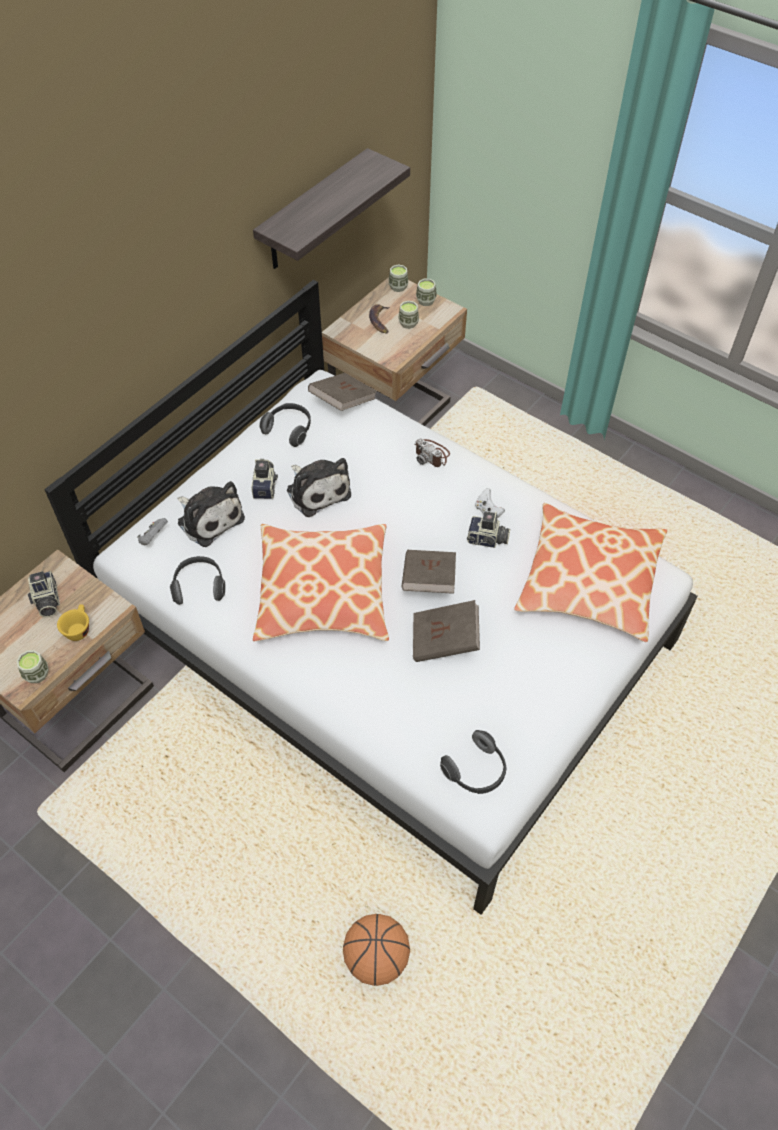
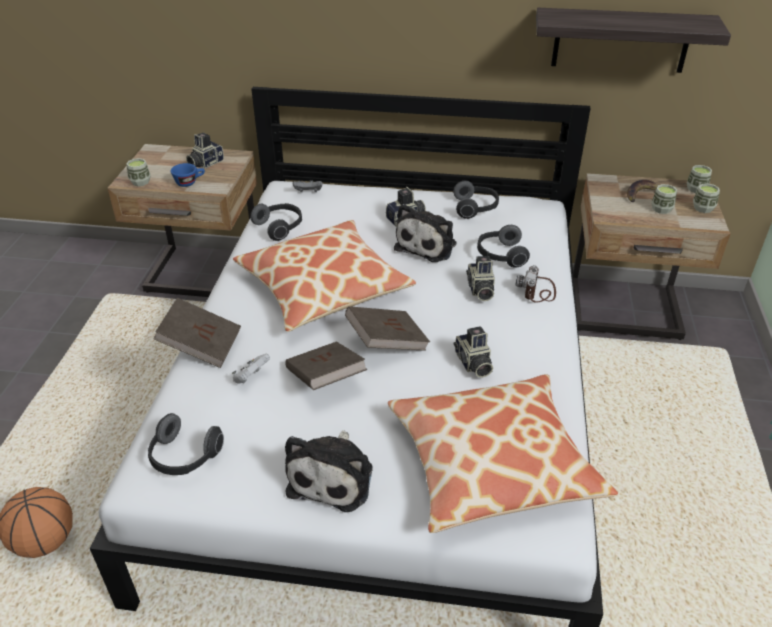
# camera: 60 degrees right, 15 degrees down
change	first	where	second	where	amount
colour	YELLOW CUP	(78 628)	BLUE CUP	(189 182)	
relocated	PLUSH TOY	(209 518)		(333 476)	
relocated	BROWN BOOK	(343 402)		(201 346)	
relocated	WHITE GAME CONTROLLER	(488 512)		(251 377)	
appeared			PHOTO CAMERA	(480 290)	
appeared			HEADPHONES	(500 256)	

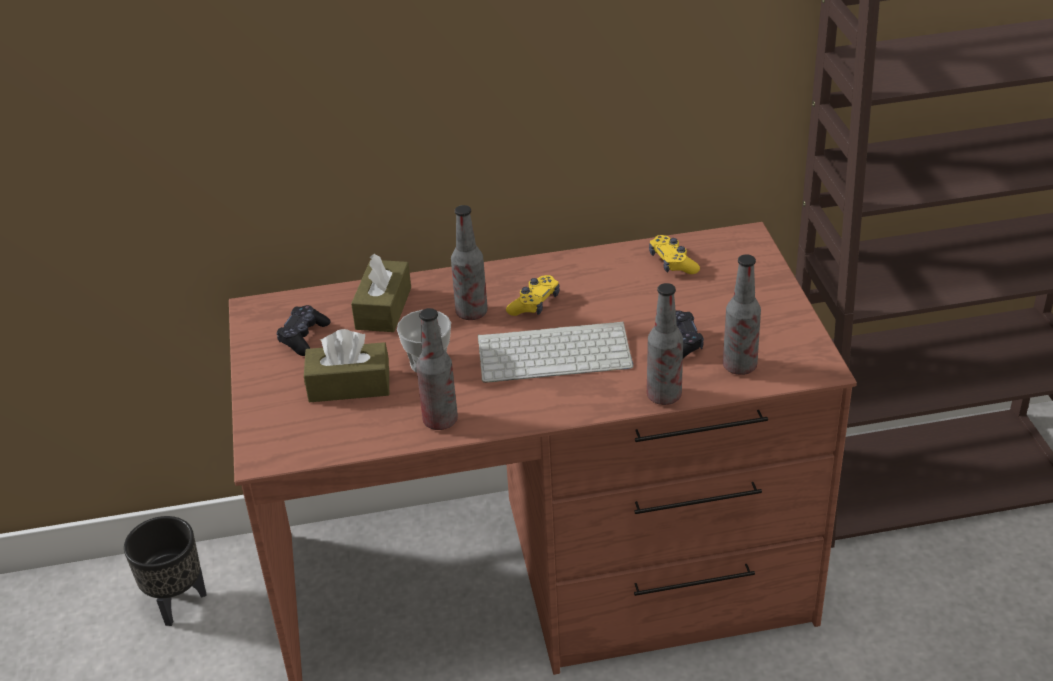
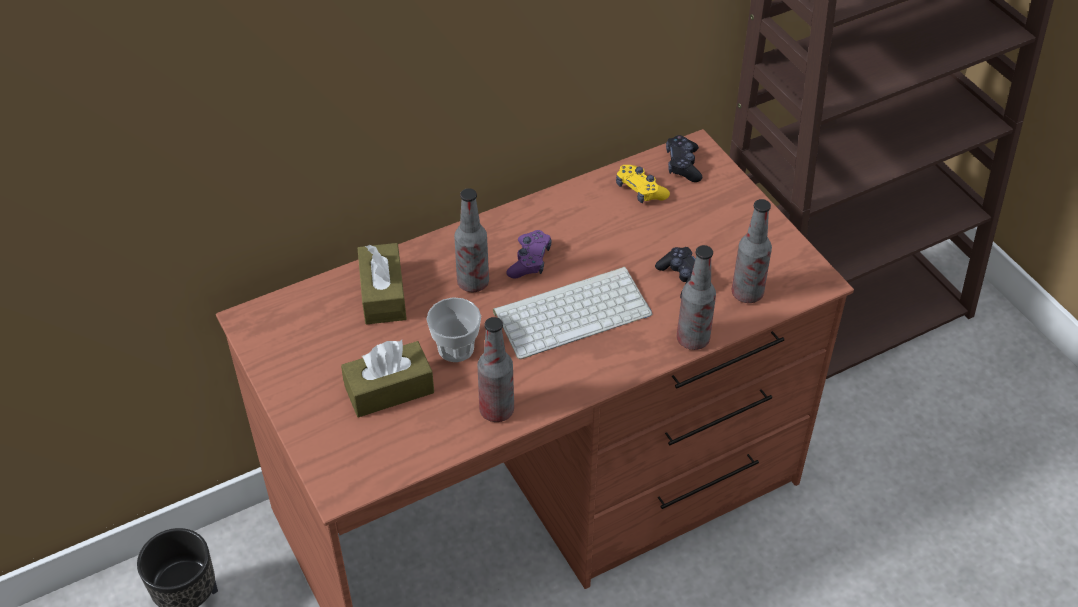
# camera: 20 degrees left, 10 degrees up
change	first	where	second	where	amount
relocated	BLACK GAME CONTROLLER	(303 337)		(683 165)	
colour	YELLOW GAME CONTROLLER	(534 304)	PURPLE GAME CONTROLLER	(529 261)	

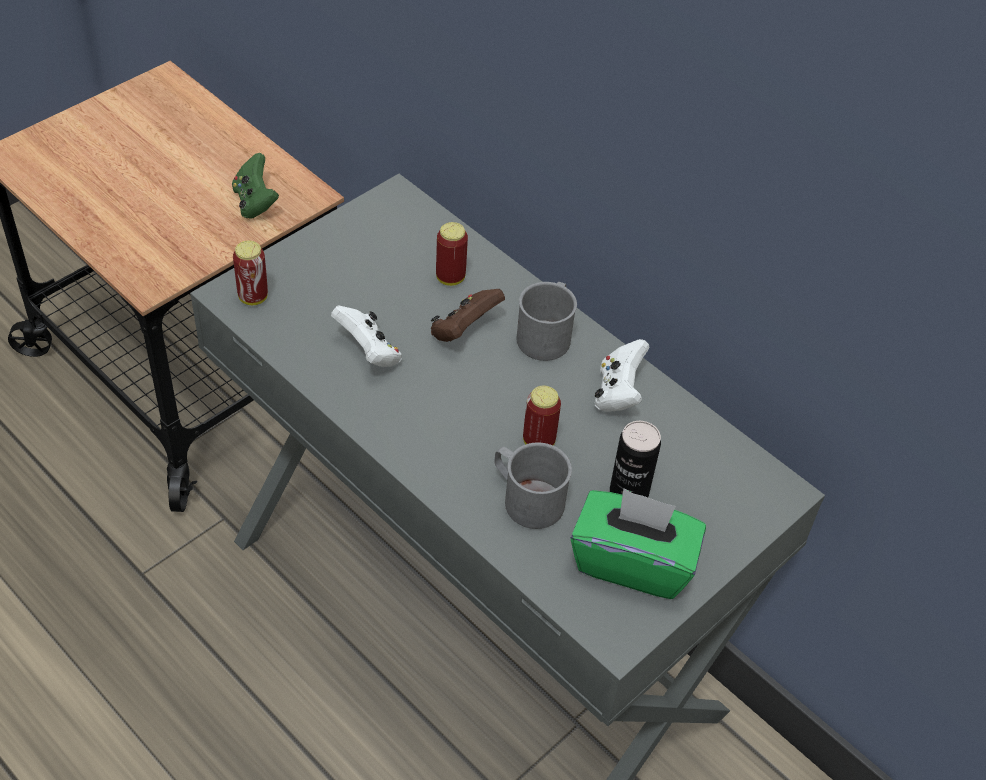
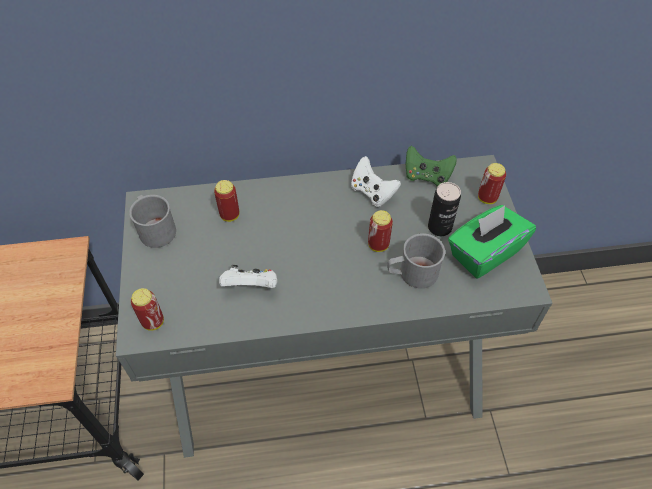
# camera: 50 degrees left, 5 degrees up
change	first	where	second	where	amount
relocated	GREEN GAME CONTROLLER	(255 202)		(427 176)	
missing	BROWN GAME CONTROLLER	(464 331)			
relocated	GREY MUG	(546 334)		(155 228)	
appeared			CAN	(487 198)	

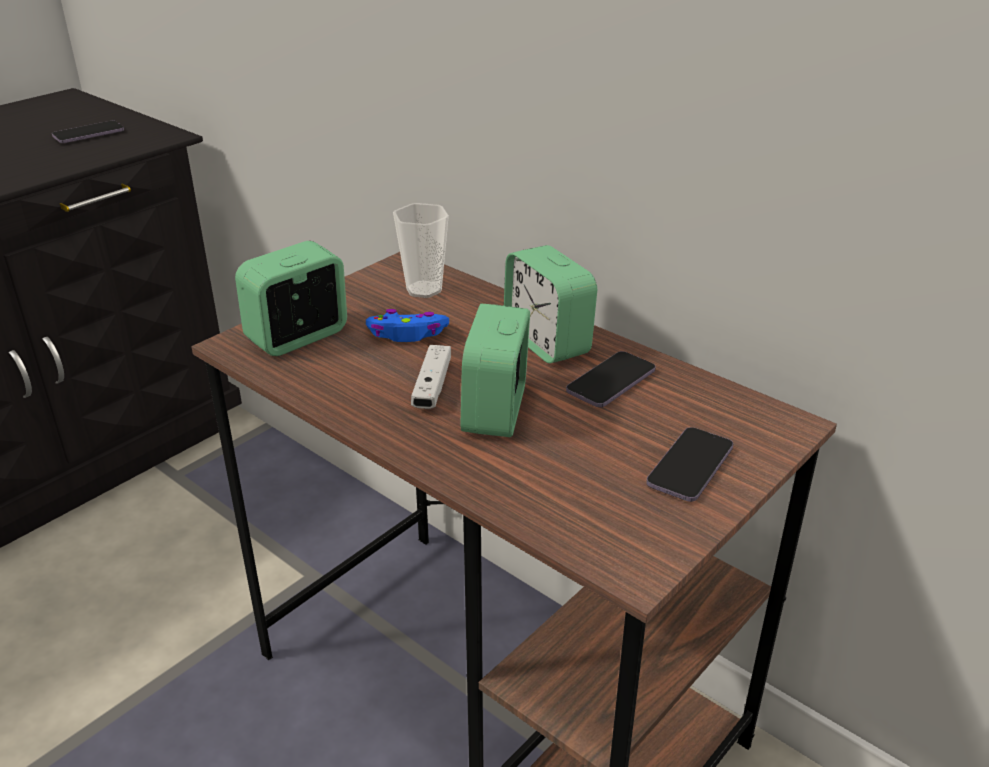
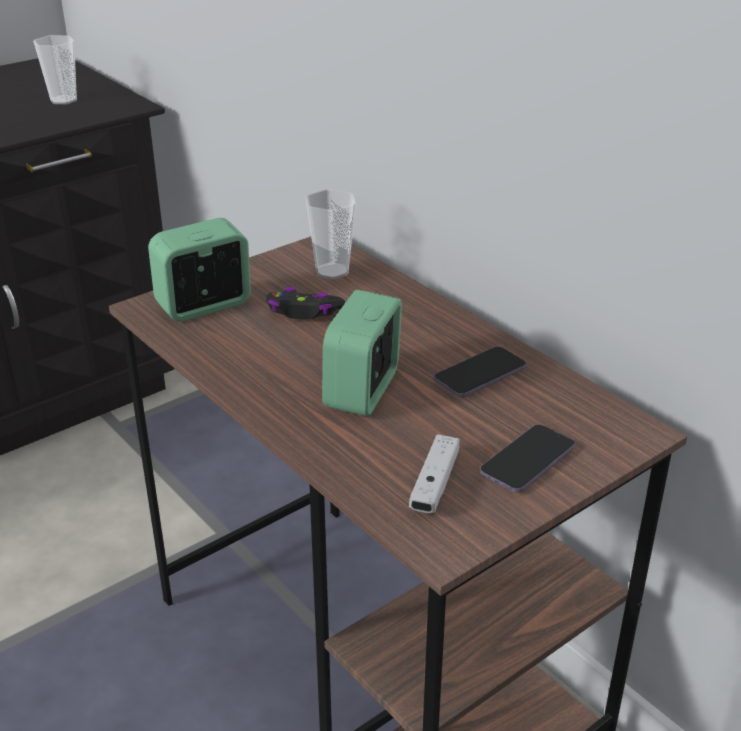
# camera: 10 degrees right, 0 degrees up
change	first	where	second	where	amount
exchanged	PHONE	(89 134)	CUP	(63 100)	
colour	BLUE GAME CONTROLLER	(407 334)	BLACK GAME CONTROLLER	(304 312)	
relocated	WHITE GAME CONTROLLER	(432 387)		(434 484)	
missing	ALARM CLOCK	(547 342)			

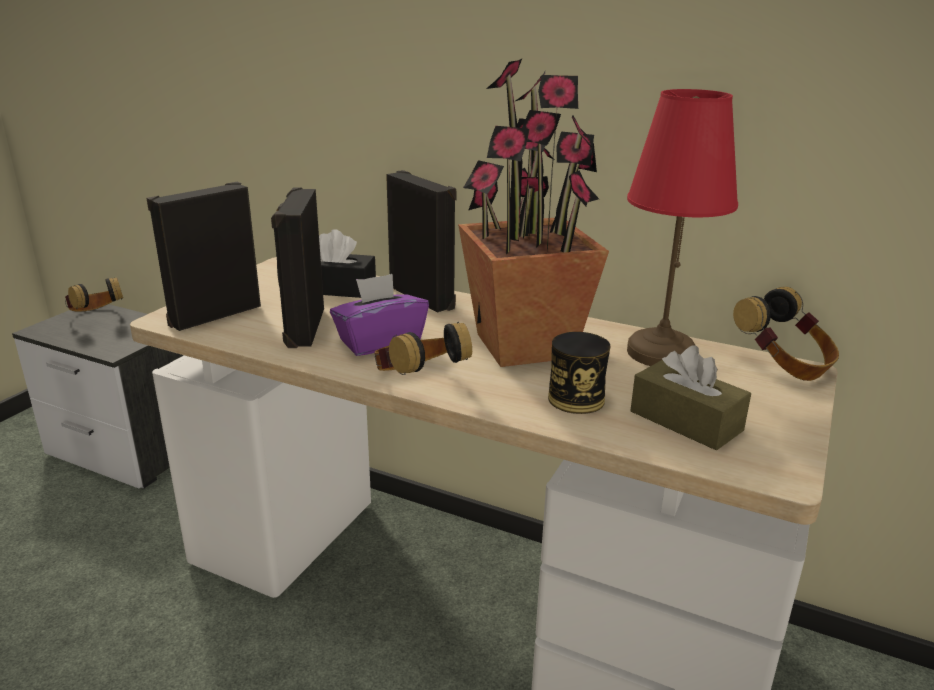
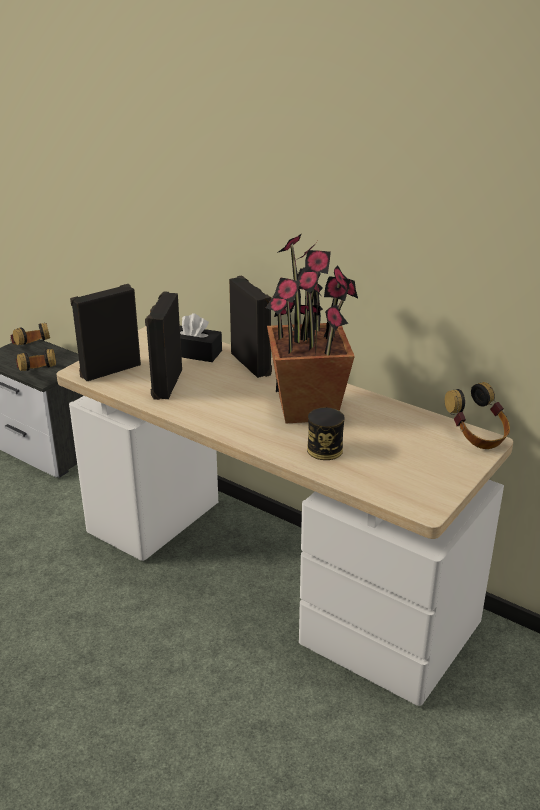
# camera: 10 degrees right, 5 degrees up
change	first	where	second	where	amount
missing	PURPLE TISSUE BOX	(380 342)			
relocated	HEADPHONES	(418 383)		(38 375)	
missing	RED TABLE LAMP	(659 352)			
missing	BROWN TISSUE BOX	(685 421)			

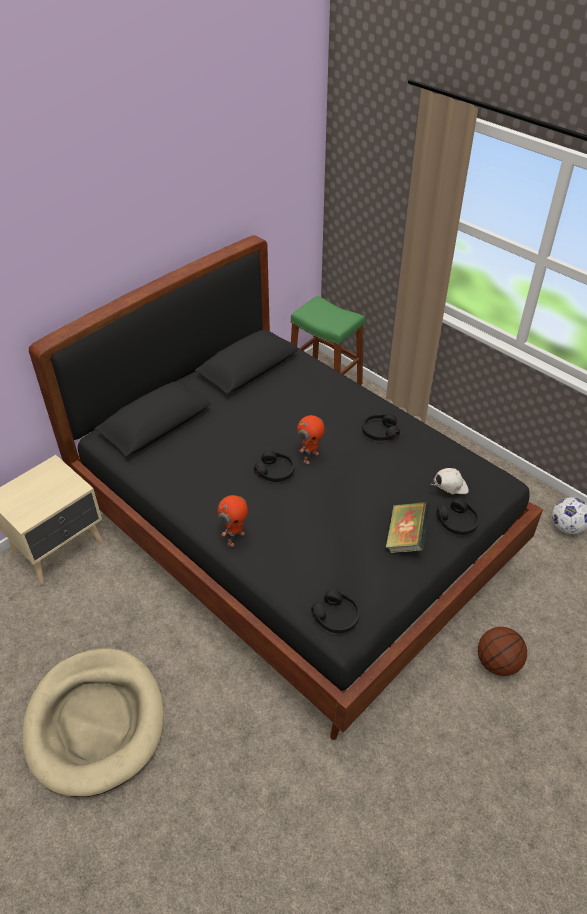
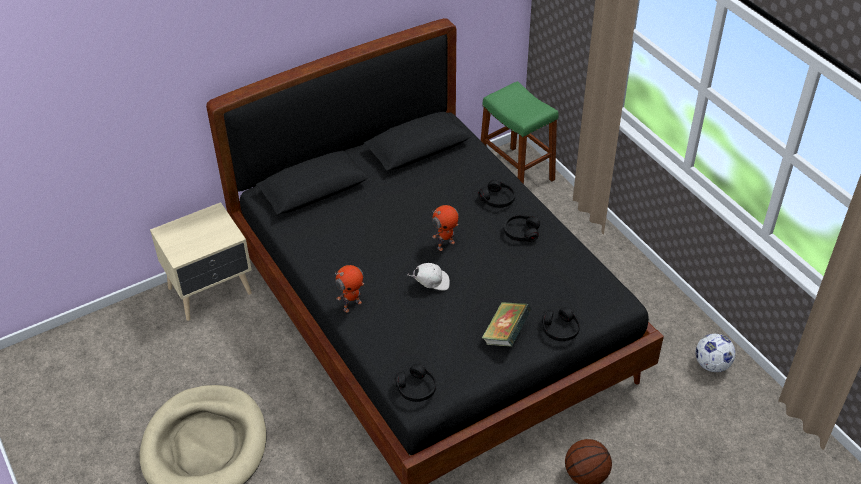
# camera: 15 degrees right, 0 degrees up
change	first	where	second	where	amount
relocated	BLACK HEADPHONES	(275 471)		(497 199)	
relocated	WHITE CAP	(449 489)		(431 283)	

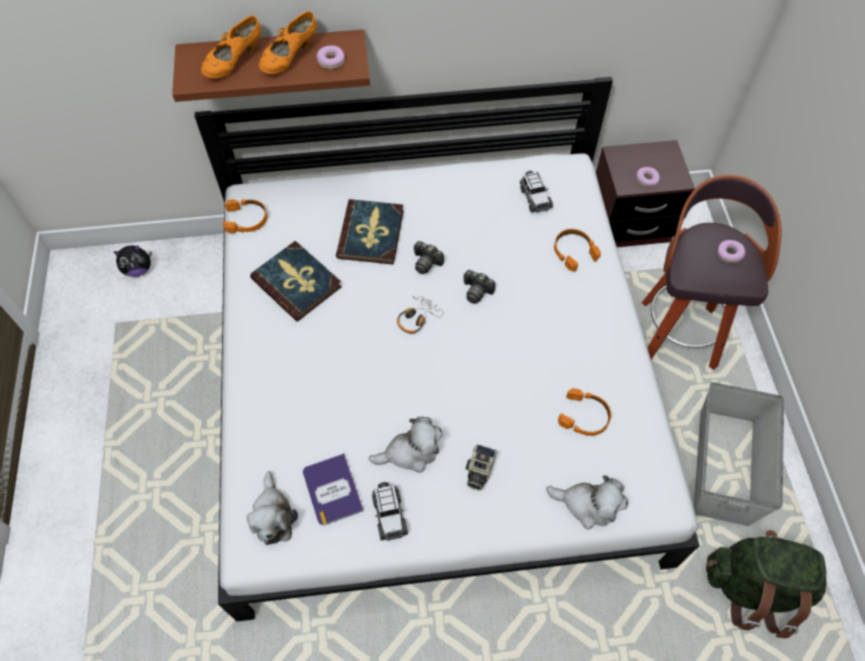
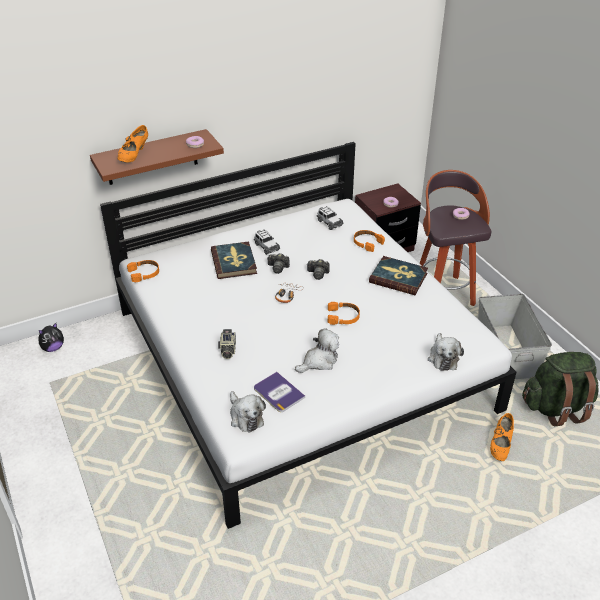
# camera: 20 degrees left, 20 degrees down
change	first	where	second	where	amount
relocated	BOOK	(297 283)		(398 278)	
relocated	ORANGE SHOE	(290 58)		(500 445)	
relocated	TOY CAR	(389 514)		(266 247)	
relocated	PHOTO CAMERA	(479 471)		(227 350)	
spun	PLUSH TOY	(588 505)		(443 357)	90 degrees clockwise
relocated	ORANGE HEADPHONES	(584 416)		(343 317)	

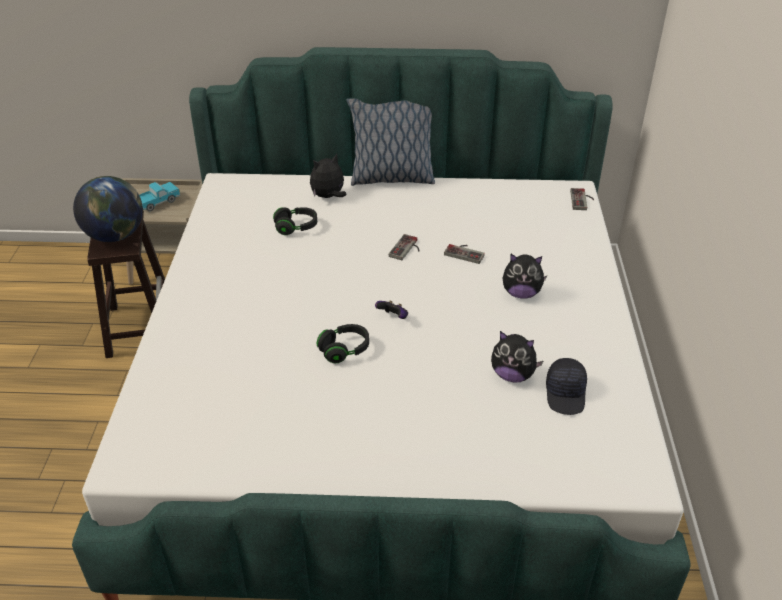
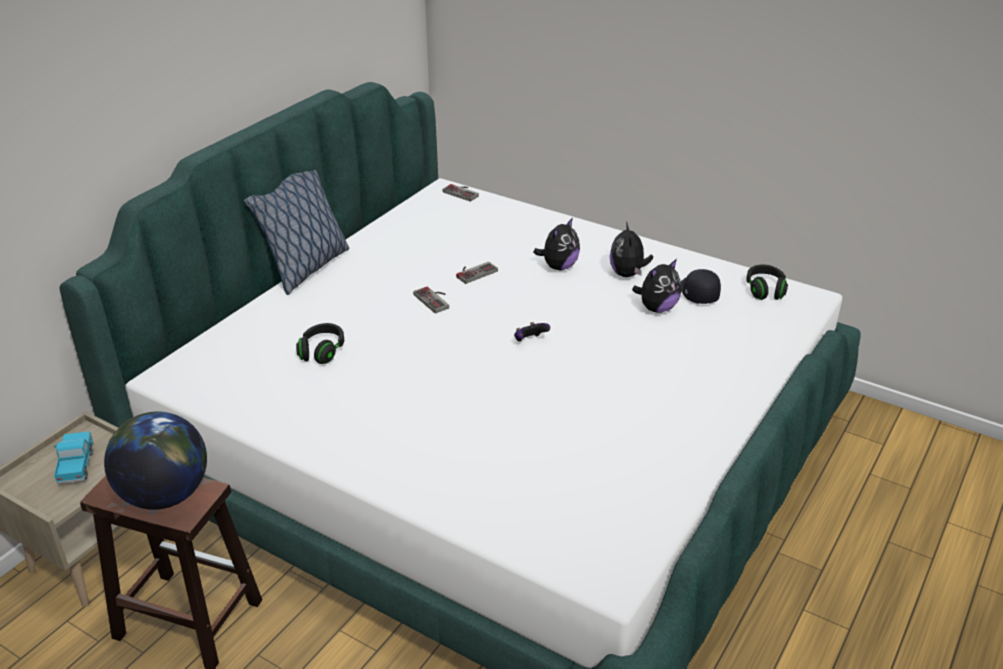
# camera: 60 degrees left, 5 degrees down
change	first	where	second	where	amount
relocated	PLUSH TOY	(328 197)		(628 274)	
relocated	BLACK HEADPHONES	(344 350)		(765 290)	
spun	BLACK CAP	(566 394)		(697 293)	135 degrees counterclockwise

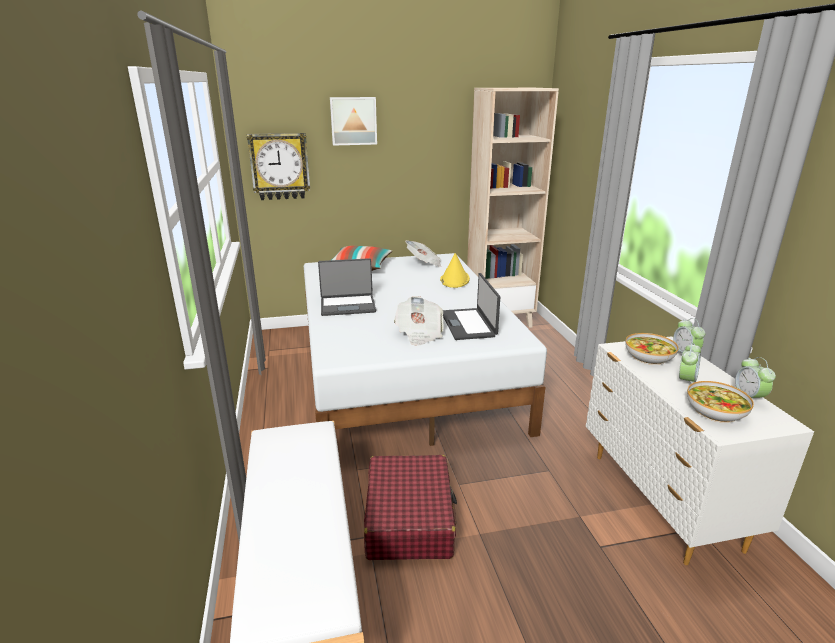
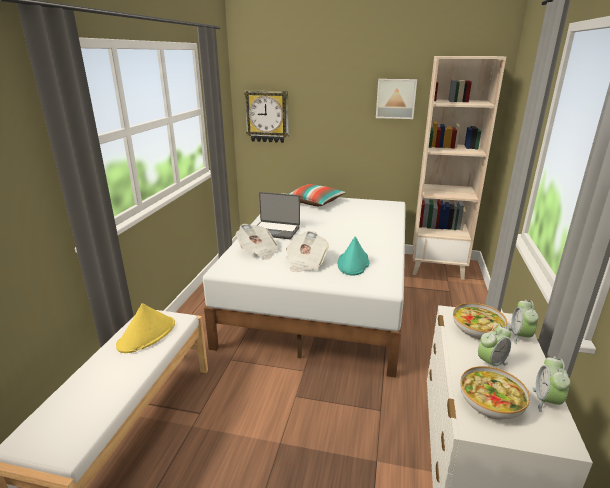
# camera: 25 degrees right, 0 degrees up
change	first	where	second	where	amount
relocated	PICTURE	(353 121)		(396 98)	
missing	RED SUITCASE	(409 518)			
relocated	NEWSPAPER	(424 263)		(258 252)	
relocated	YELLOW HAT	(454 279)		(147 335)	
exchanged	LAPTOP	(468 324)	TURQUOISE HAT	(353 263)	

